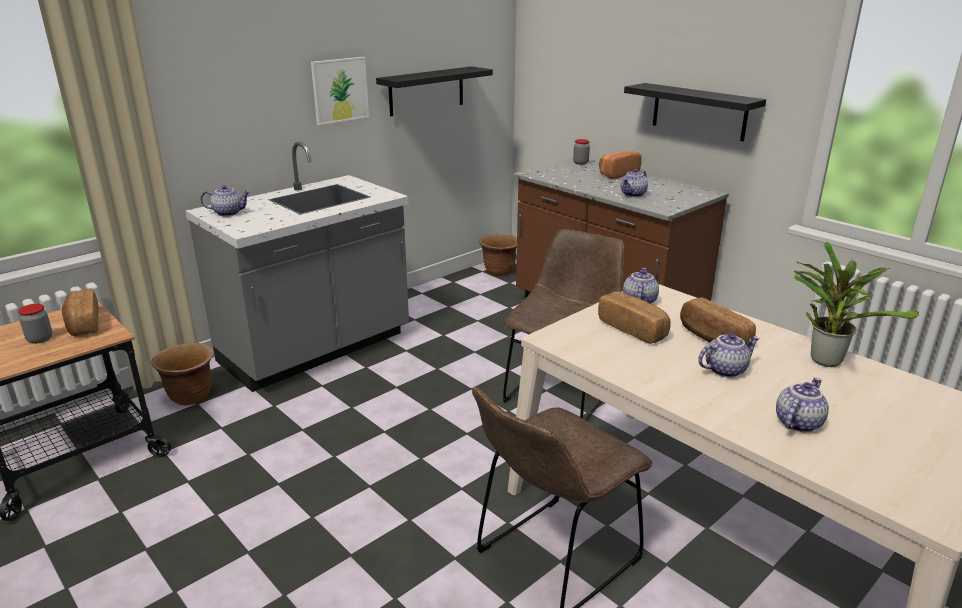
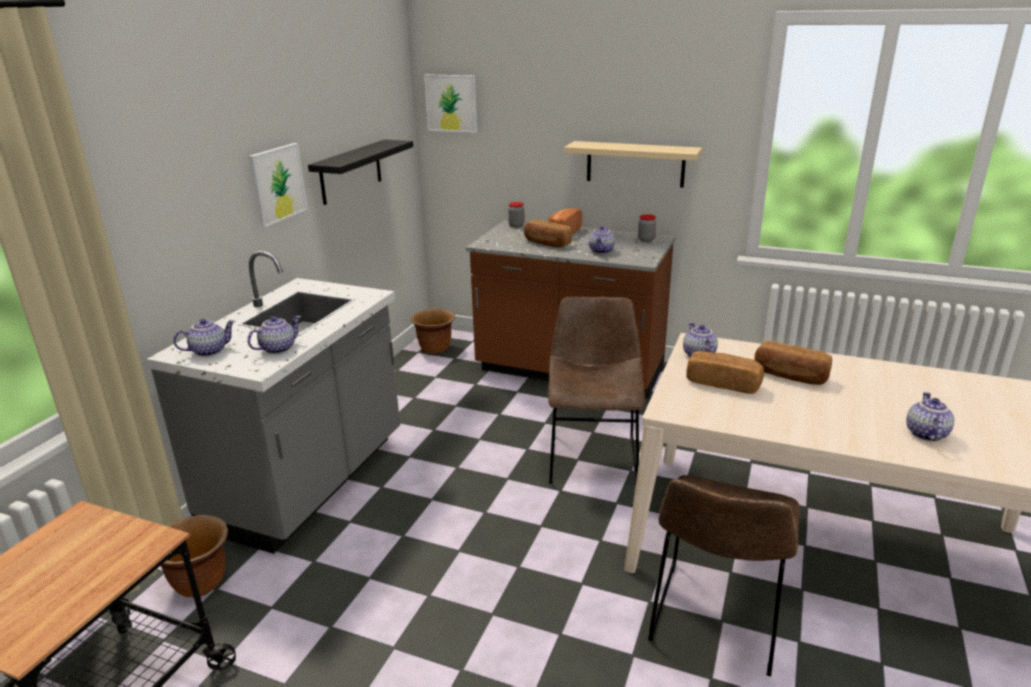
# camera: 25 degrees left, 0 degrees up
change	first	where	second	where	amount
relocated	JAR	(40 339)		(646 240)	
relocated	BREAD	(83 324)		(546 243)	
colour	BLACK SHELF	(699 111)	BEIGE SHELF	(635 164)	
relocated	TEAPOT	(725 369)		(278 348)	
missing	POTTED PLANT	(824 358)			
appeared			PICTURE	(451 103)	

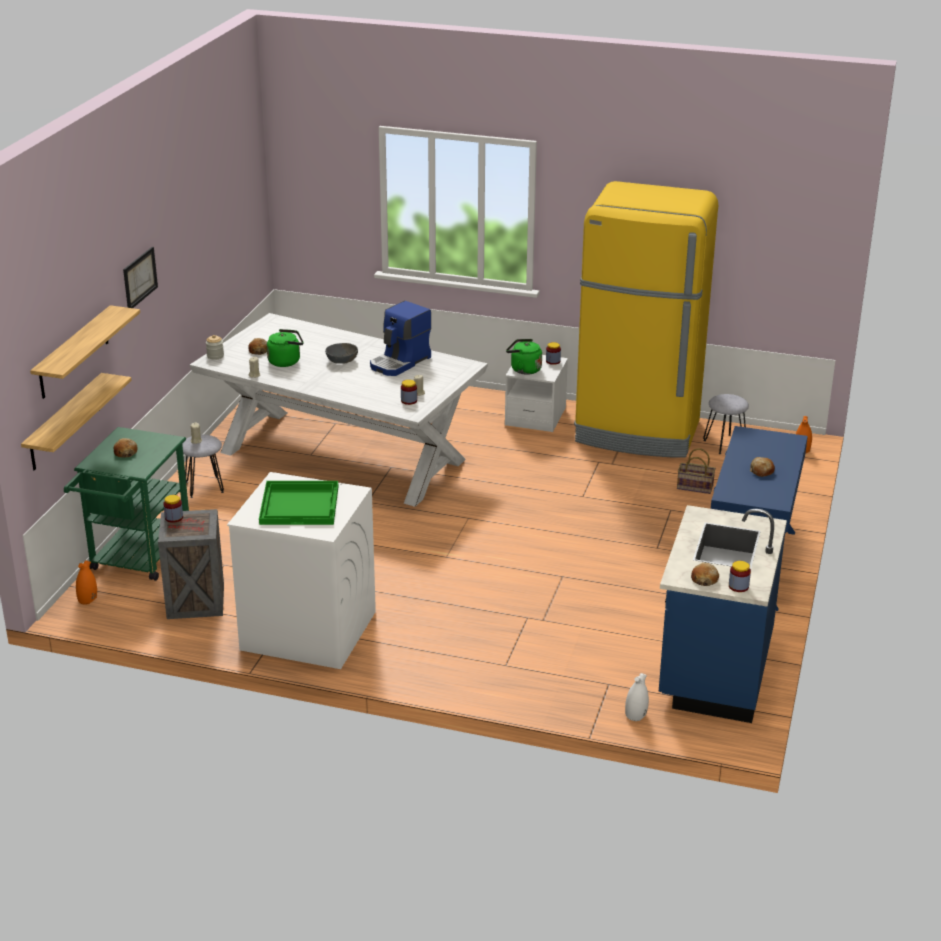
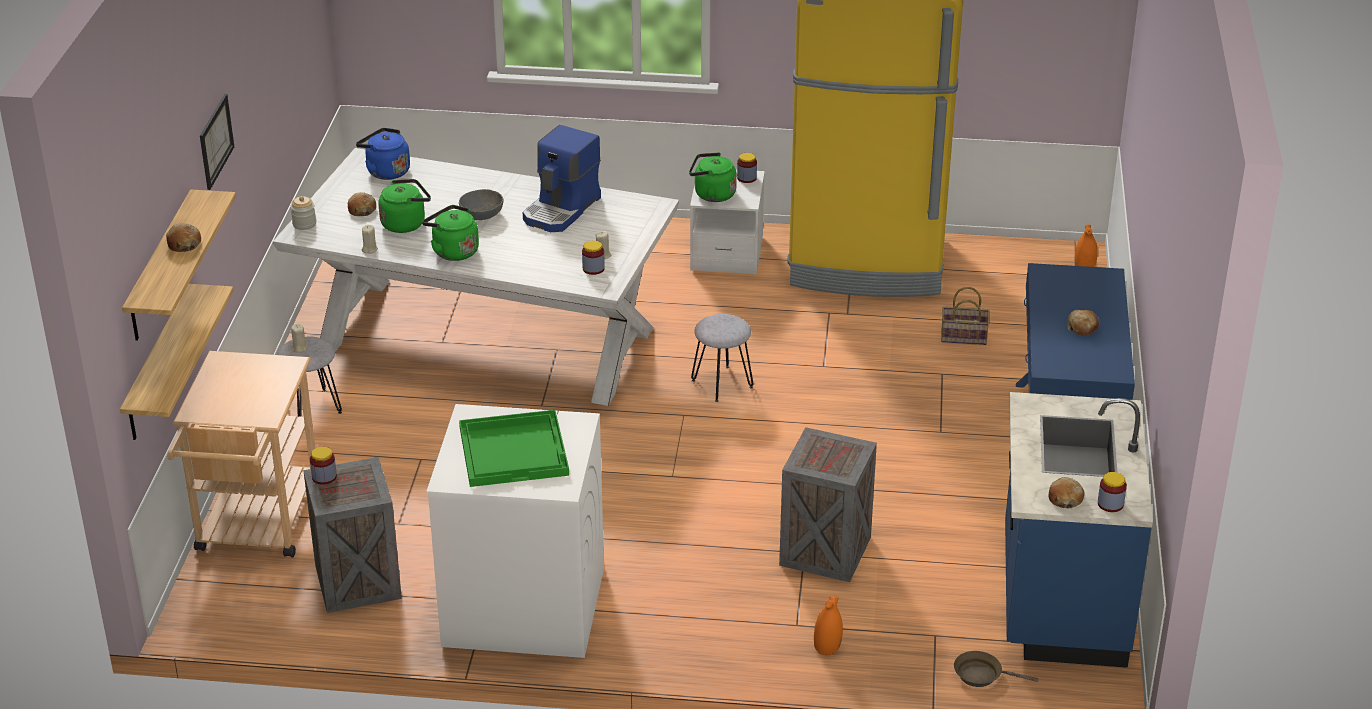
# camera: 10 degrees left, 5 degrees up
change	first	where	second	where	amount
colour	GREEN CART	(137 559)	BEIGE CART	(256 527)	
relocated	ORANGE VASE	(88 599)		(827 647)	
relocated	BREAD	(125 452)		(184 244)	
exchanged	WHITE VASE	(636 715)	BROWN FRYING PAN	(982 675)	
relocated	GREY STOOL	(725 444)		(722 384)	
appeared			BLUE KETTLE	(386 171)	
appeared			GREEN KETTLE	(453 251)	
appeared			CRATE	(827 551)	

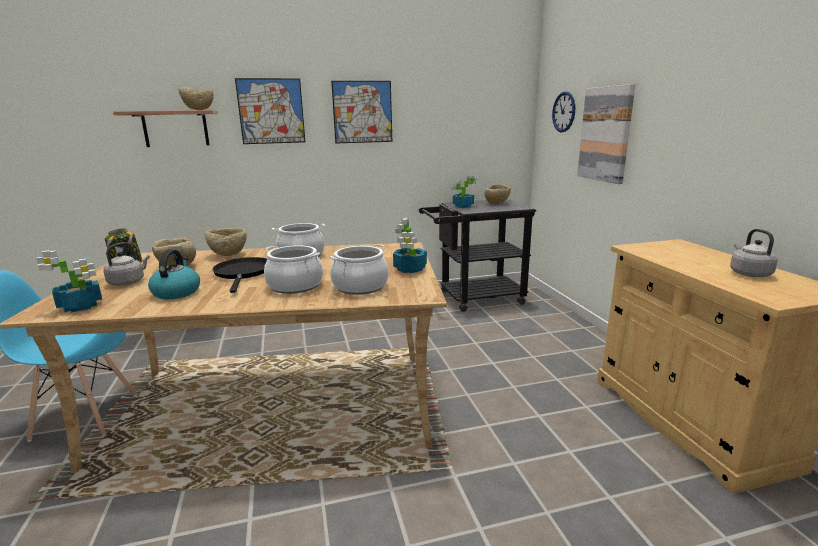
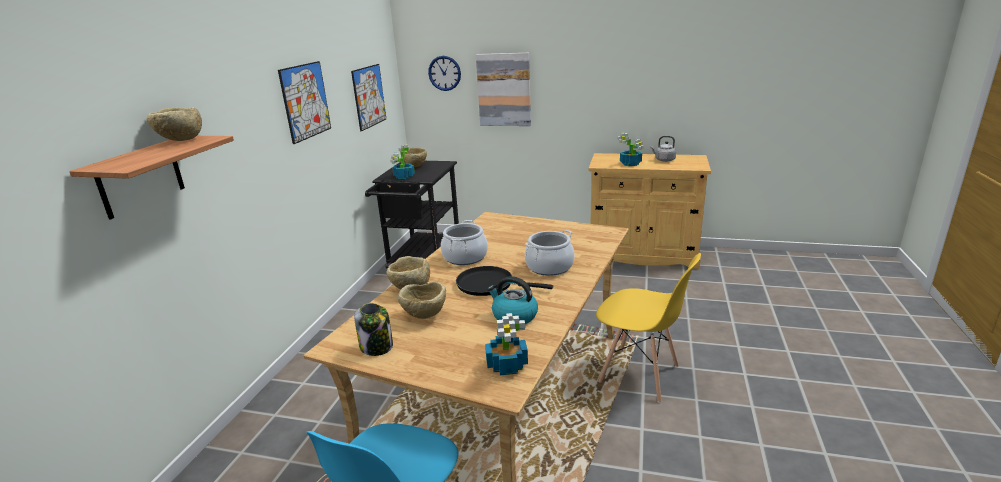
# camera: 60 degrees left, 5 degrees up
change	first	where	second	where	amount
missing	GREY KETTLE	(128 282)			
relocated	PICTURE	(271 111)		(369 96)	
missing	COOKING POT	(360 286)			
relocated	POTTED PLANT	(410 269)		(631 164)	
appeared			YELLOW CHAIR	(639 375)	

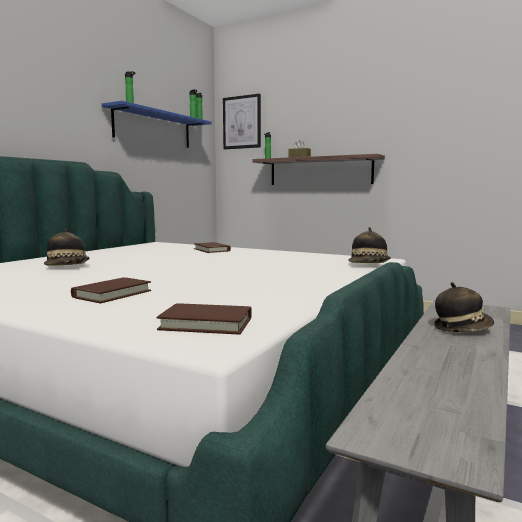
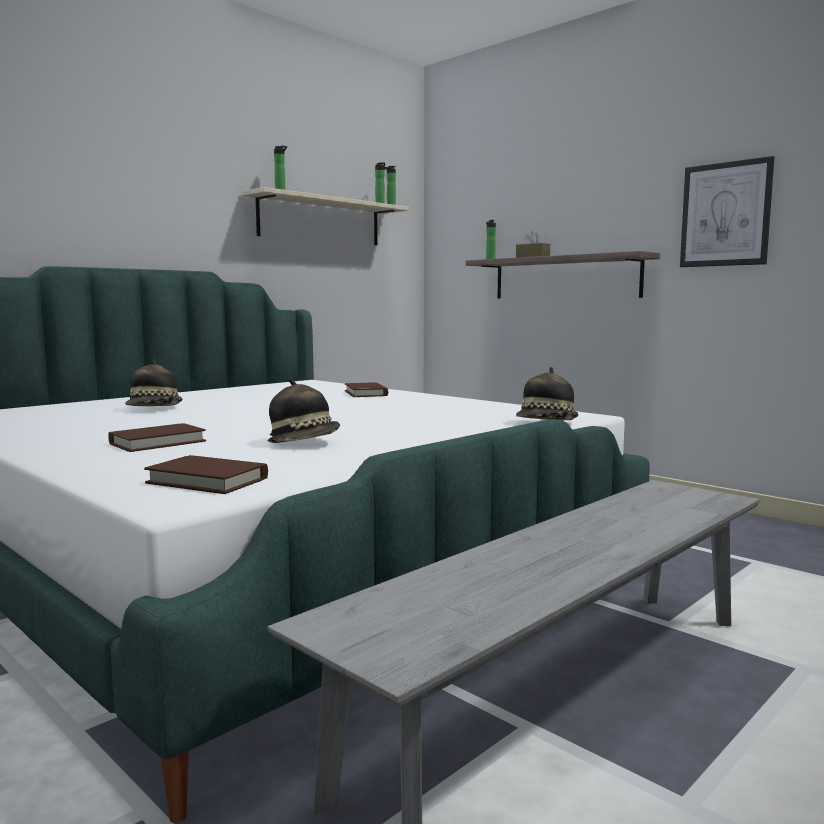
# camera: 15 degrees right, 0 degrees up
change	first	where	second	where	amount
colour	BLUE SHELF	(153 128)	BEIGE SHELF	(320 221)	
relocated	PICTURE	(242 122)		(725 214)	
relocated	HAT	(462 329)		(305 443)	

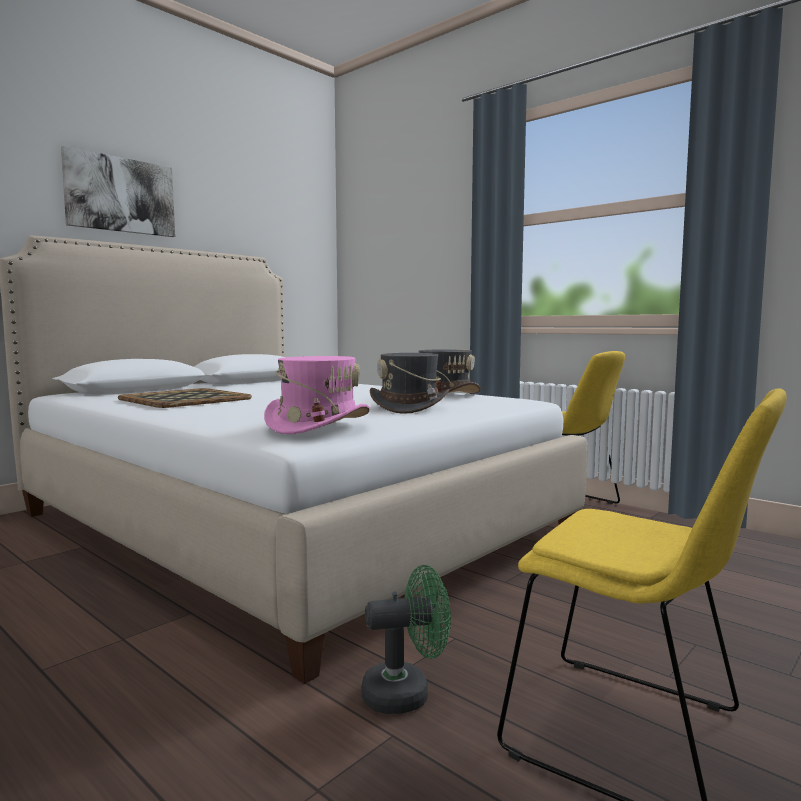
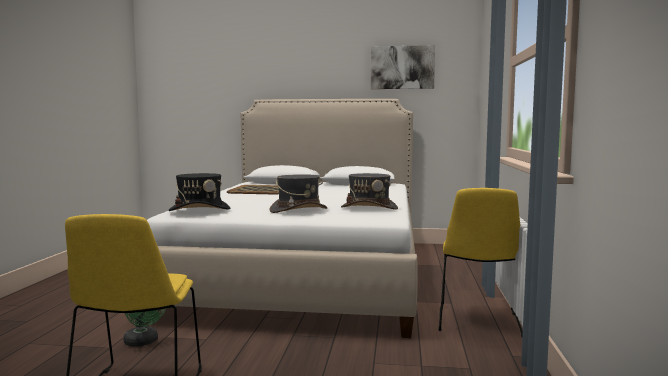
# camera: 55 degrees right, 0 degrees up
change	first	where	second	where	amount
relocated	PICTURE	(120 195)		(402 67)	
colour	PINK HAT	(318 425)	BLACK HAT	(200 209)	

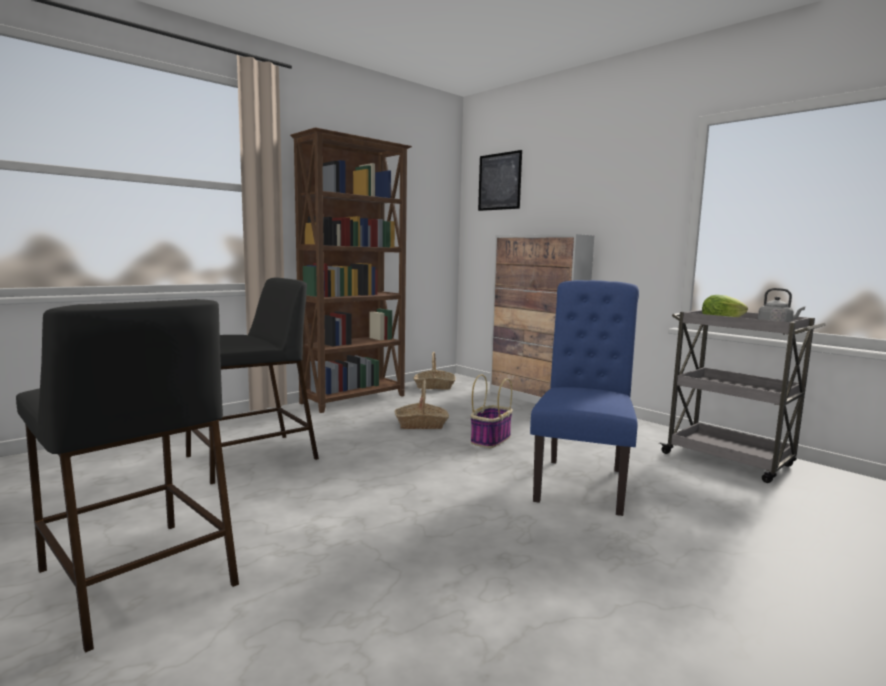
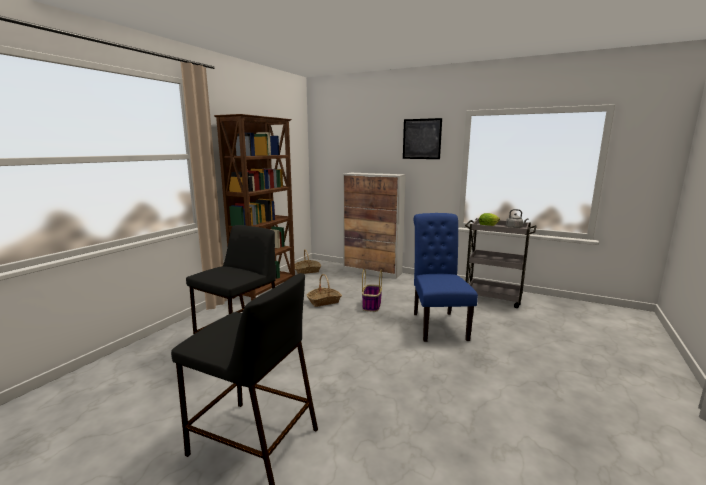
# camera: 20 degrees left, 5 degrees up
change	first	where	second	where	amount
relocated	PICTURE	(499 181)		(421 139)	

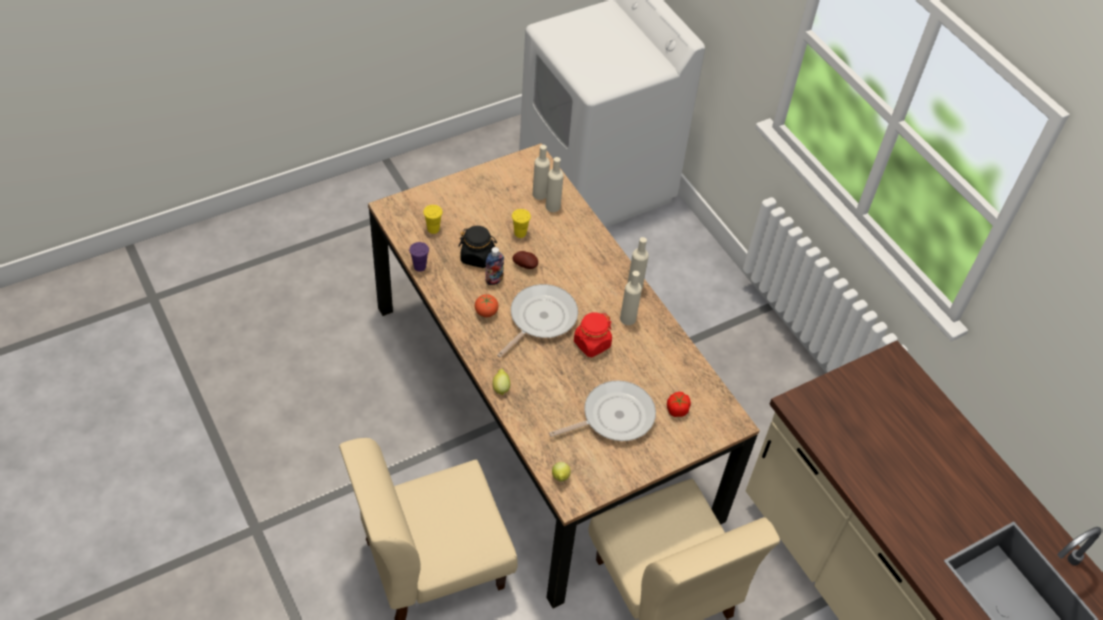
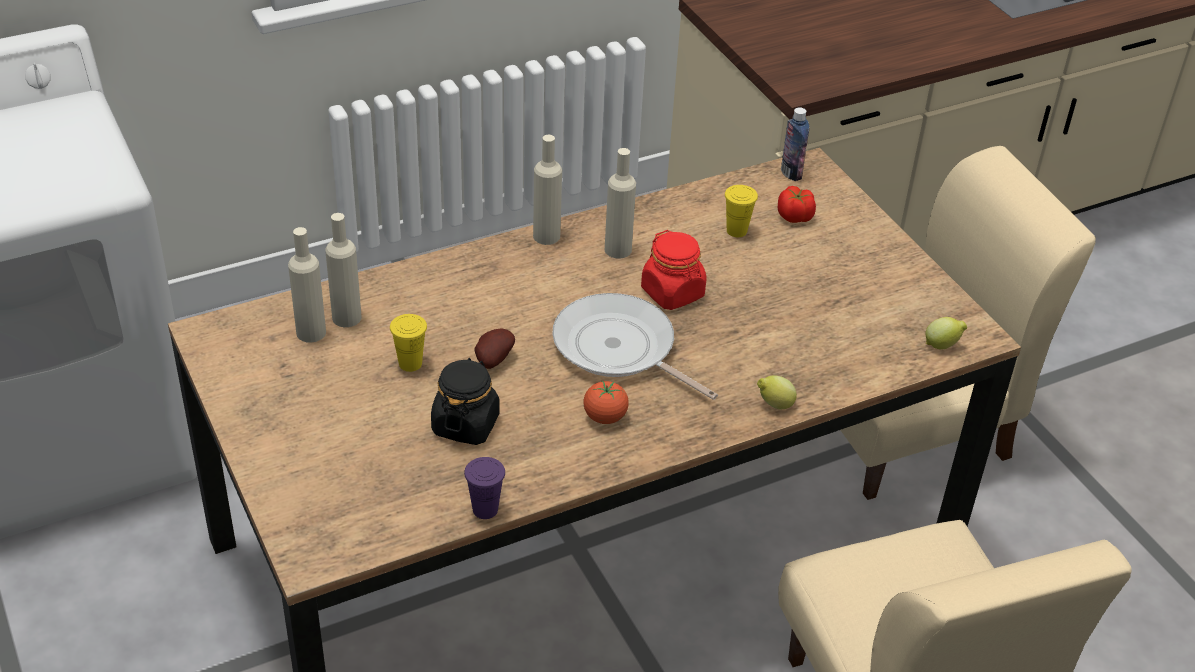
# camera: 85 degrees left, 10 degrees down
change	first	where	second	where	amount
relocated	YELLOW CUP	(433 229)		(736 231)	
relocated	BOTTLE	(494 280)		(791 173)	
missing	FRYING PAN	(614 416)			

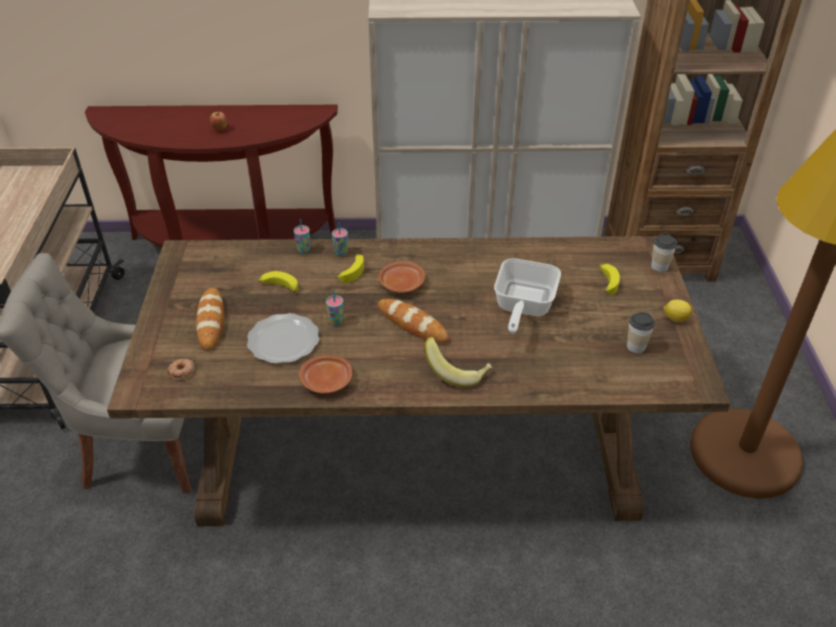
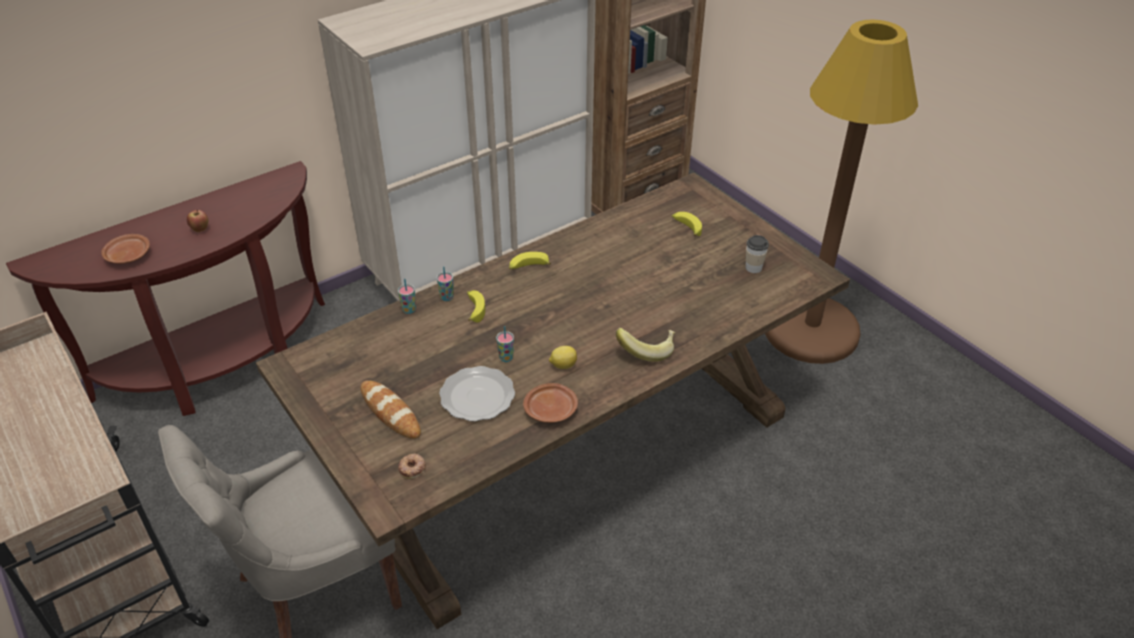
# camera: 35 degrees left, 0 degrees up
change	first	where	second	where	amount
relocated	BANANA	(279 287)		(528 267)	
missing	BREAD	(413 324)			
relocated	BROWN PLATE	(402 283)		(128 255)	
missing	FRYING PAN	(522 307)			
missing	CUP	(659 266)			
relocated	LEMON	(675 318)		(563 365)	

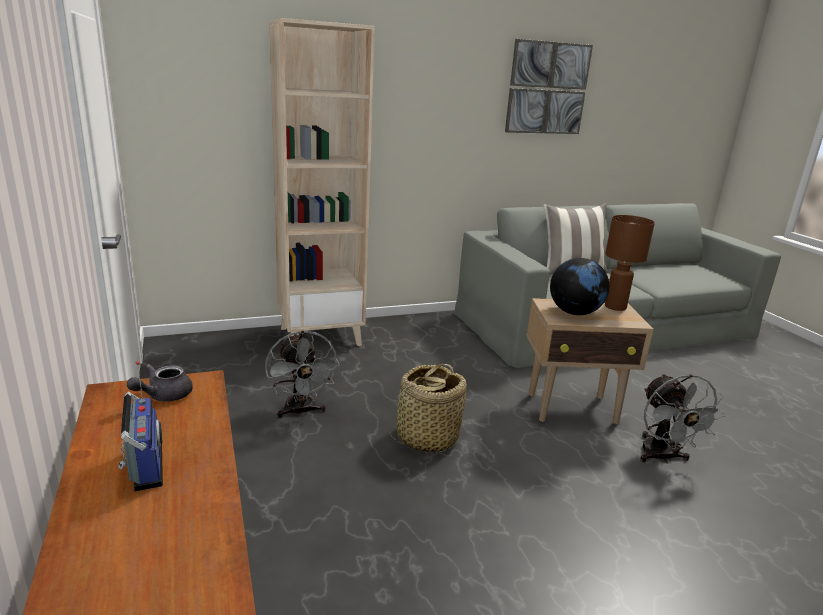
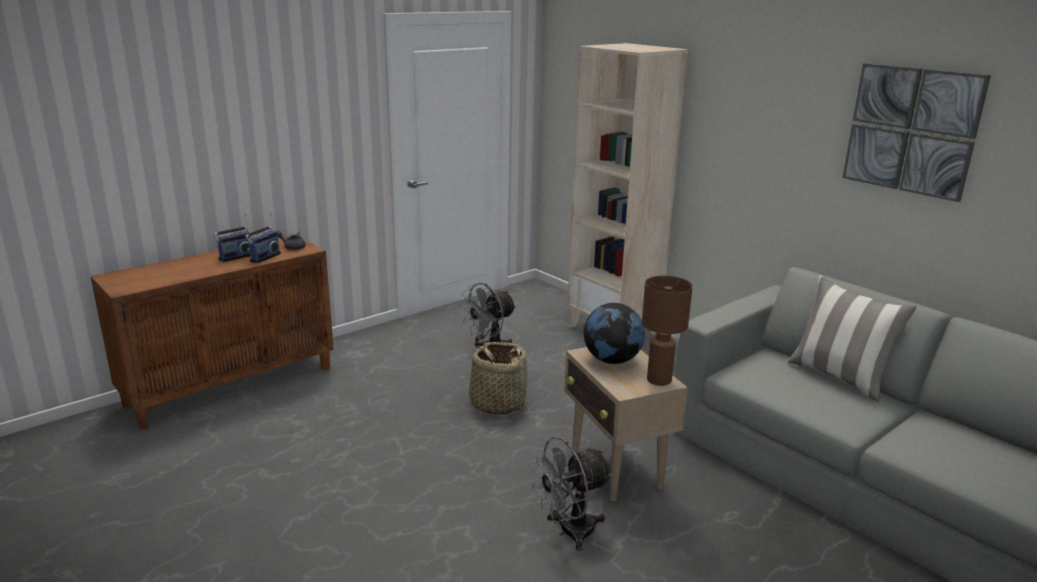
# camera: 70 degrees right, 0 degrees up
change	first	where	second	where	amount
appeared			RADIO	(264 257)	

